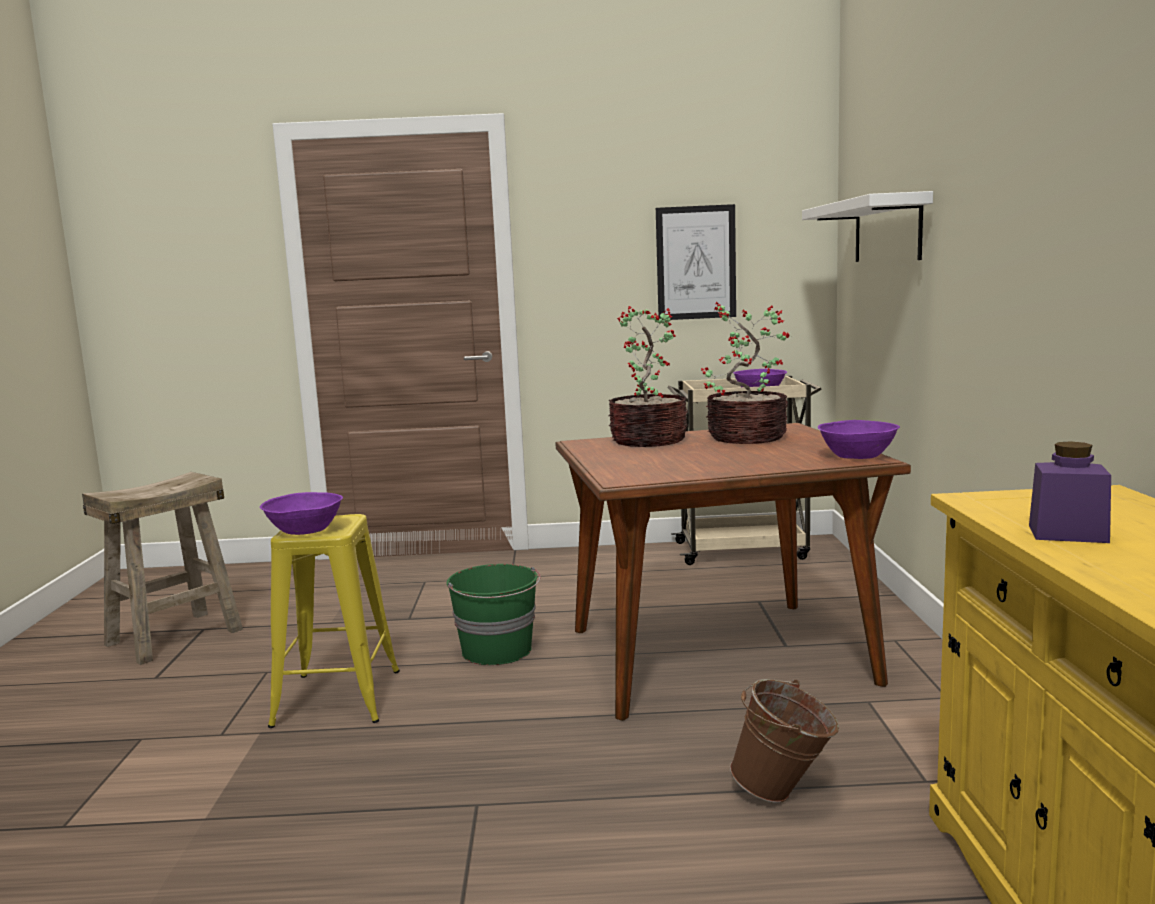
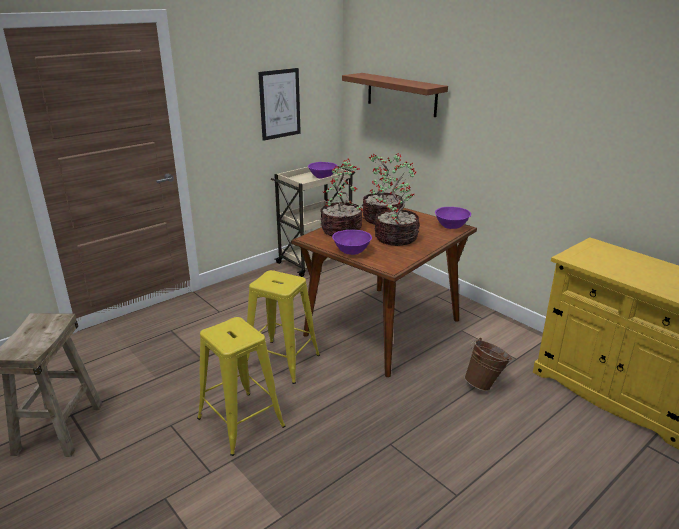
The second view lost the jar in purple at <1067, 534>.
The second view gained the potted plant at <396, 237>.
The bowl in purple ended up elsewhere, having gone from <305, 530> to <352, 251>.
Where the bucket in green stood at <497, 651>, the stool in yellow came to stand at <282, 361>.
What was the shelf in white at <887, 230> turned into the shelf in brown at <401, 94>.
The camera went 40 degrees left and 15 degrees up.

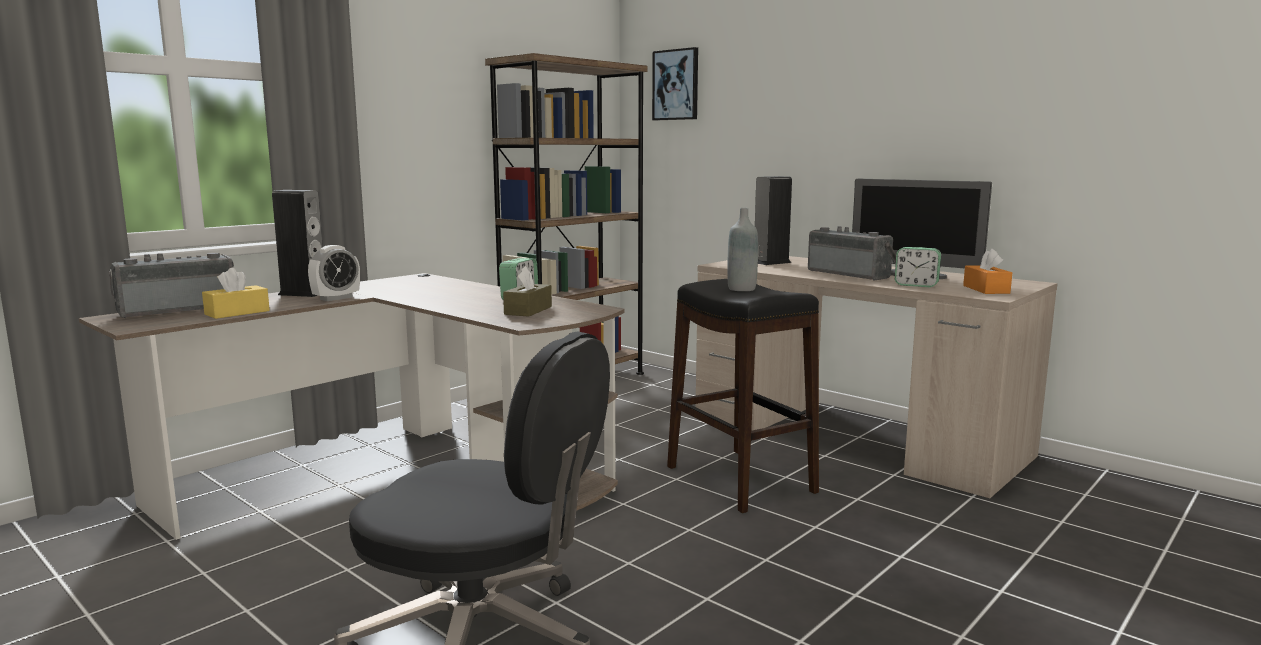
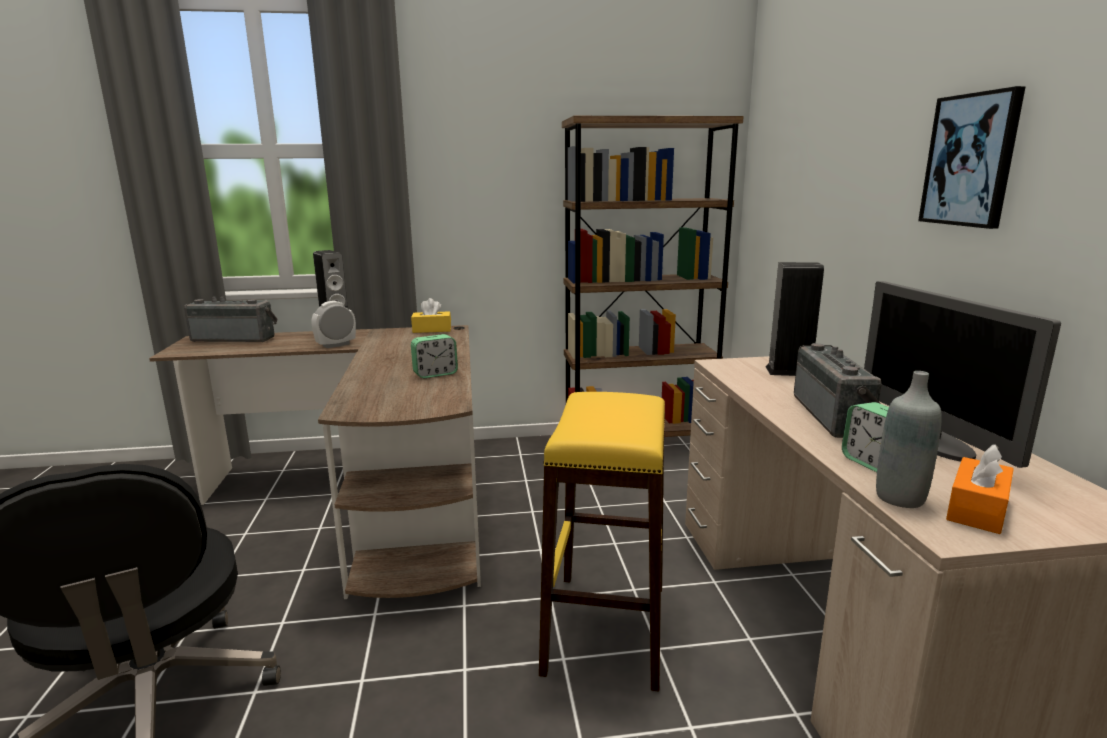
The second view lost the tissue box in brown at <528, 310>.
The tissue box in yellow ended up elsewhere, having gone from <237, 313> to <432, 330>.
The picture ended up elsewhere, having gone from <676, 85> to <971, 160>.
The bottle in grey ended up elsewhere, having gone from <741, 289> to <900, 498>.
What was the stool in black at <739, 479> turned into the stool in yellow at <605, 627>.
The alarm clock at <336, 298> ended up facing another way, 150 degrees clockwise from before.
The camera went 40 degrees right and 5 degrees up.

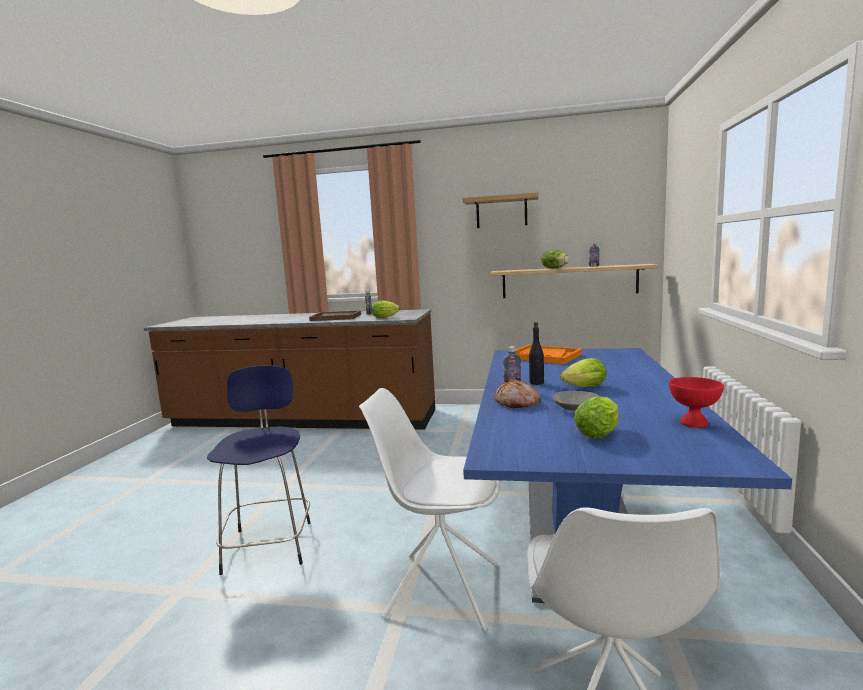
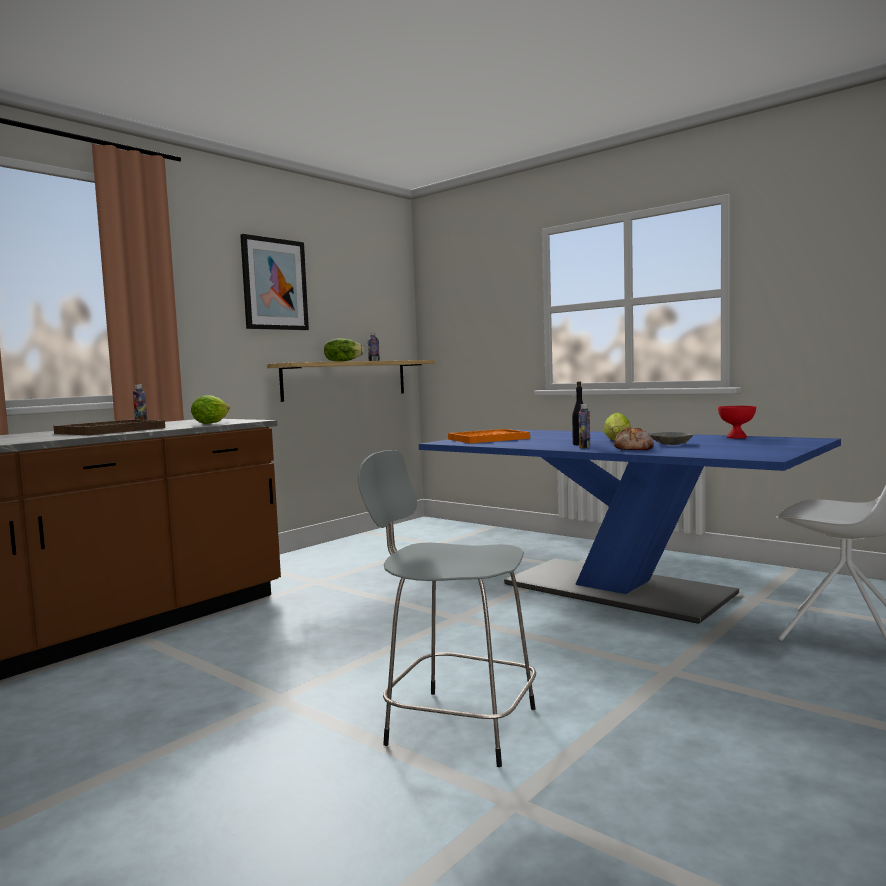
The second view lost the chair in white at <441, 589>.
The second view lost the lettuce at <600, 433>.
Where the shelf hung at <501, 212>, the picture came to hang at <274, 284>.
What was the stool in blue at <269, 544> turned into the stool in grey at <456, 725>.
The camera went 60 degrees left and 5 degrees down.

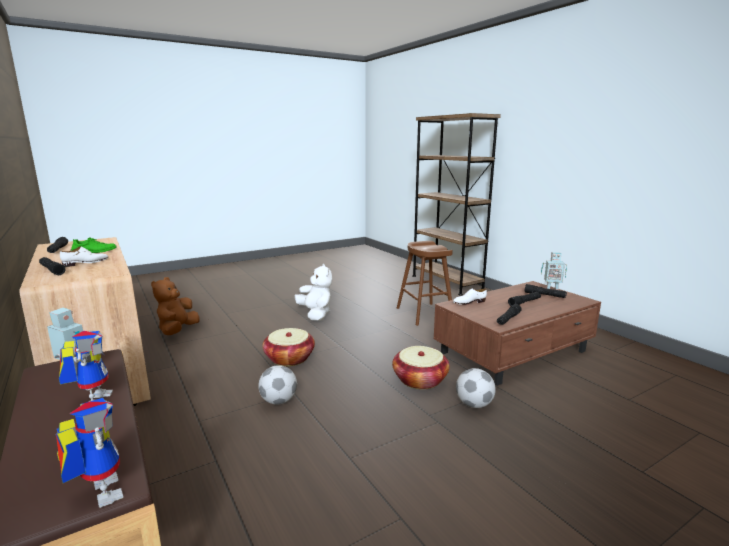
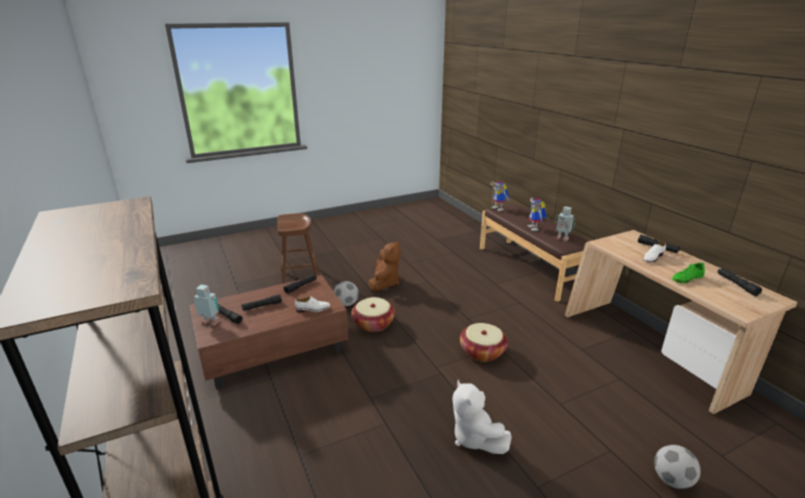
The plush toy in brown ended up elsewhere, having gone from <177, 330> to <384, 283>.
The football ended up elsewhere, having gone from <279, 401> to <671, 480>.
The stool in brown ended up elsewhere, having gone from <424, 314> to <300, 280>.
The camera went 175 degrees left and 10 degrees up.

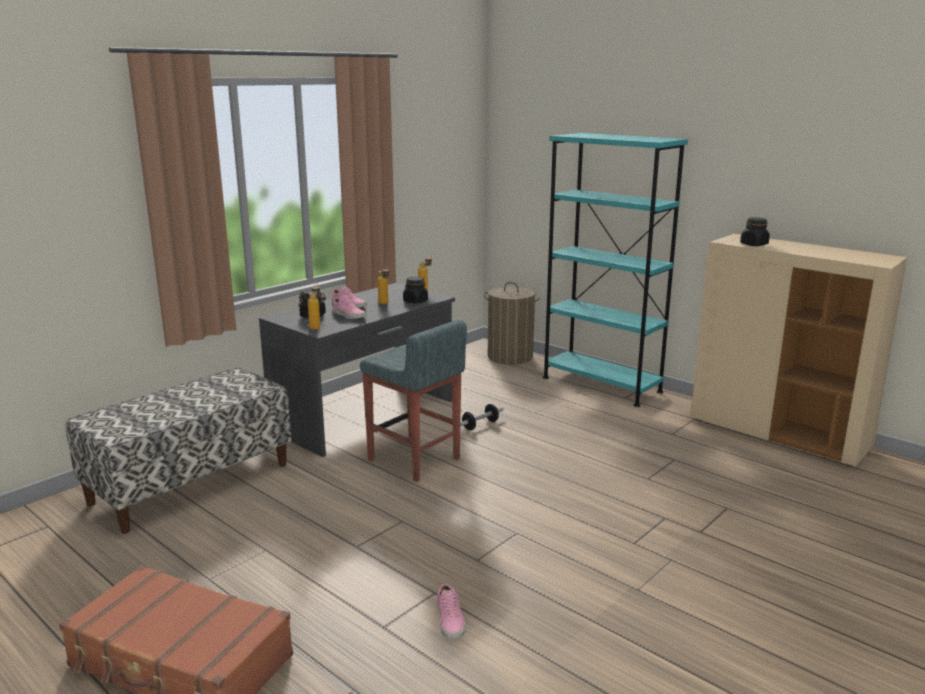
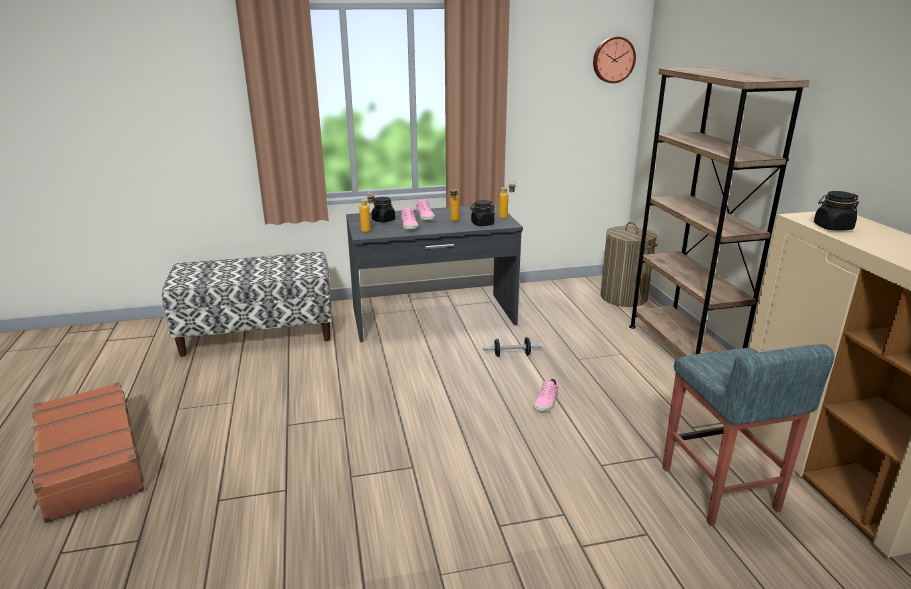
The second view gained the wall clock at <613, 59>.
The stool in grey ended up elsewhere, having gone from <414, 460> to <719, 490>.
The shoe in pink ended up elsewhere, having gone from <451, 620> to <547, 401>.
What was the bookcase in turquoise at <601, 384> turned into the bookcase in brown at <681, 350>.
The camera went 35 degrees right and 5 degrees up.

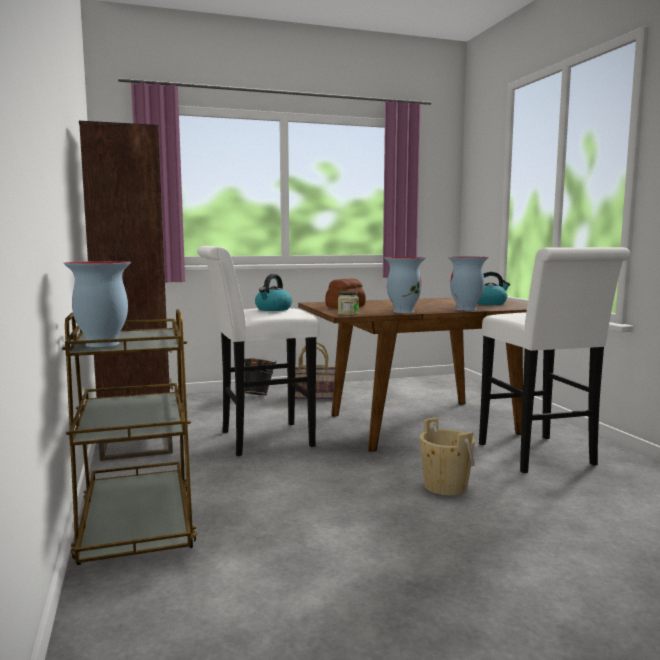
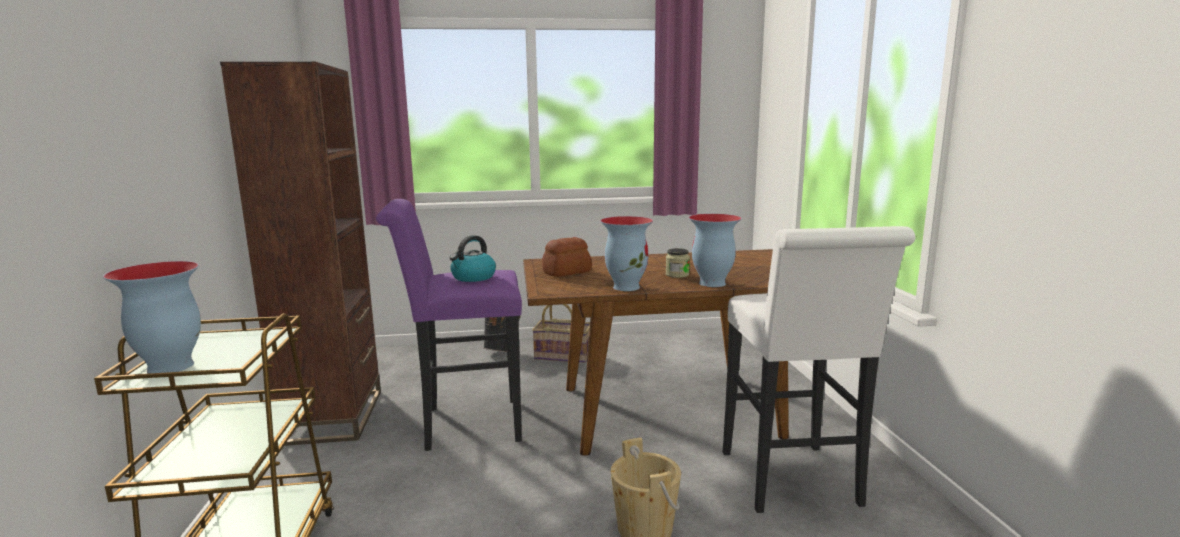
The second view lost the kettle at <490, 303>.
The jar ended up elsewhere, having gone from <348, 314> to <677, 275>.
What was the stool in white at <259, 440> turned into the stool in purple at <464, 425>.
The camera went 10 degrees right and 5 degrees up.

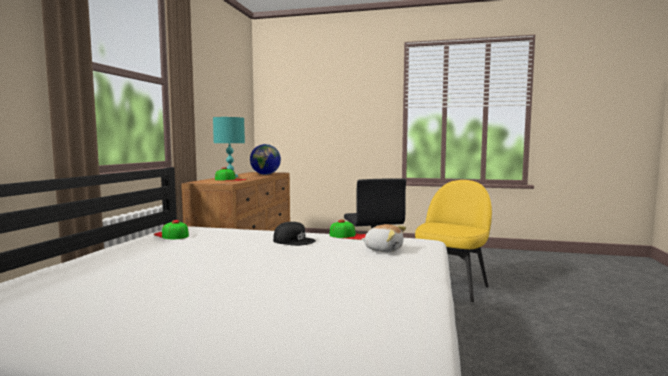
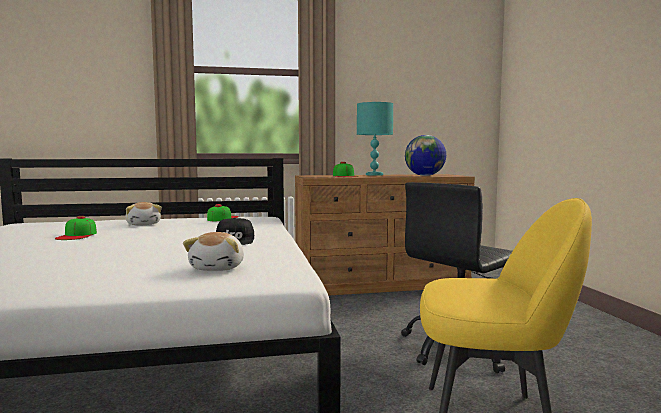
The second view gained the plush toy at <144, 224>.
The cap ended up elsewhere, having gone from <350, 236> to <77, 235>.
The camera went 65 degrees right and 0 degrees up.

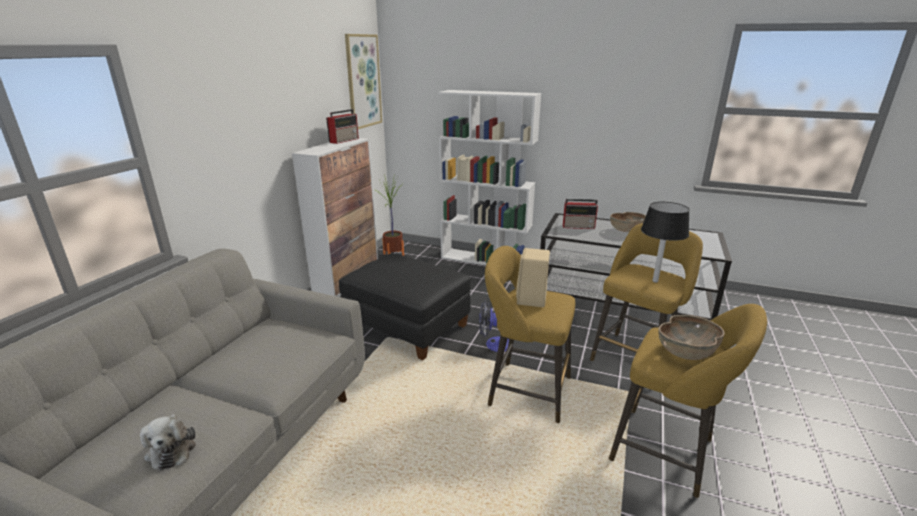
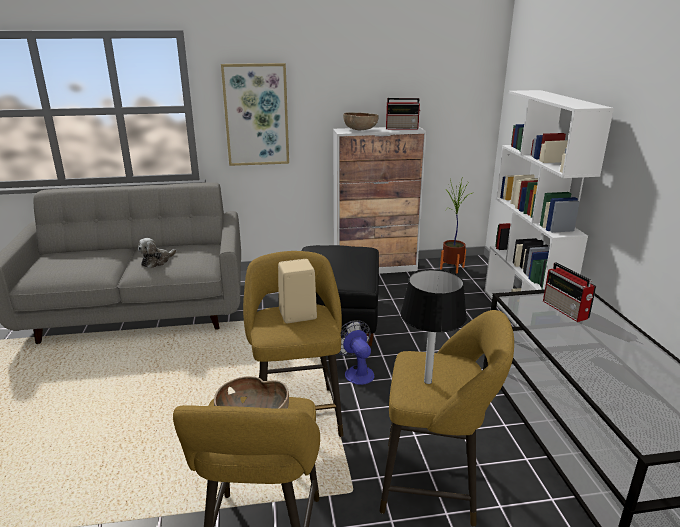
The plush toy ended up elsewhere, having gone from <172, 449> to <157, 261>.
The picture ended up elsewhere, having gone from <363, 81> to <256, 115>.
The bowl in brown ended up elsewhere, having gone from <626, 231> to <360, 130>.
The camera went 60 degrees right and 0 degrees up.

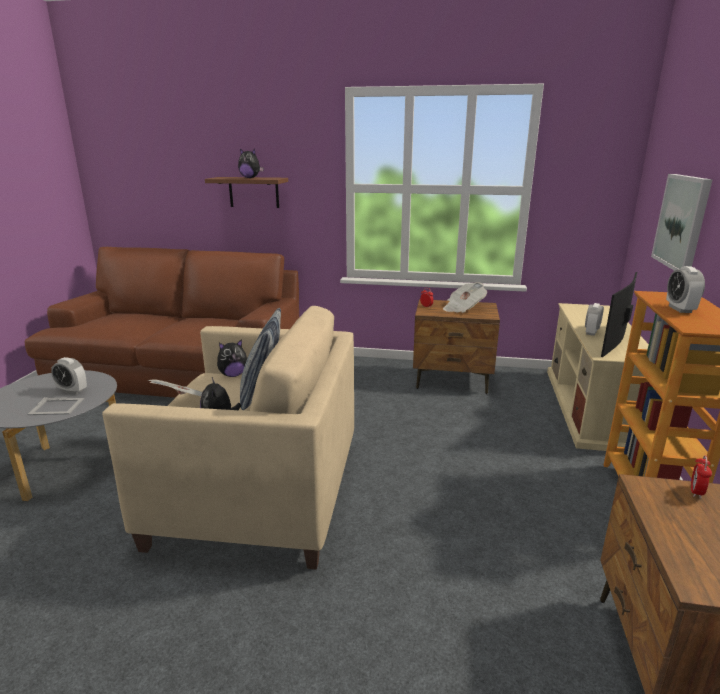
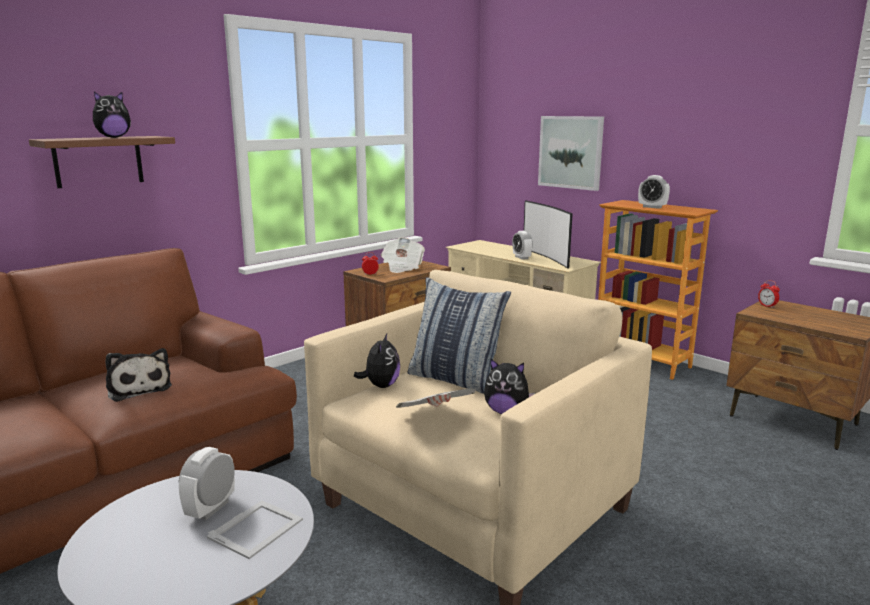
The second view gained the plush toy at <138, 388>.
The alarm clock at <72, 390> ended up facing another way, 150 degrees clockwise from before.
The camera went 55 degrees left and 5 degrees down.

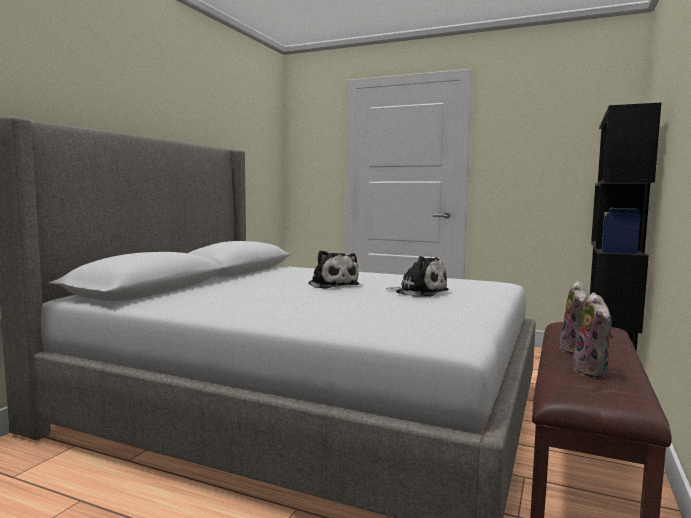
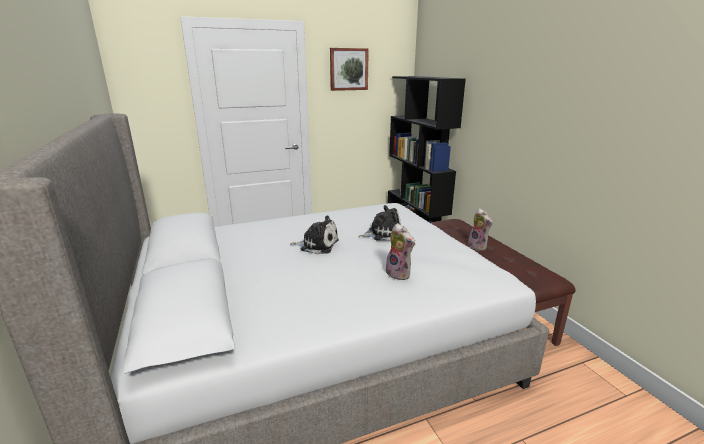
The second view gained the picture at <348, 69>.
The plush toy ended up elsewhere, having gone from <593, 372> to <400, 274>.
The camera went 45 degrees left and 15 degrees up.

